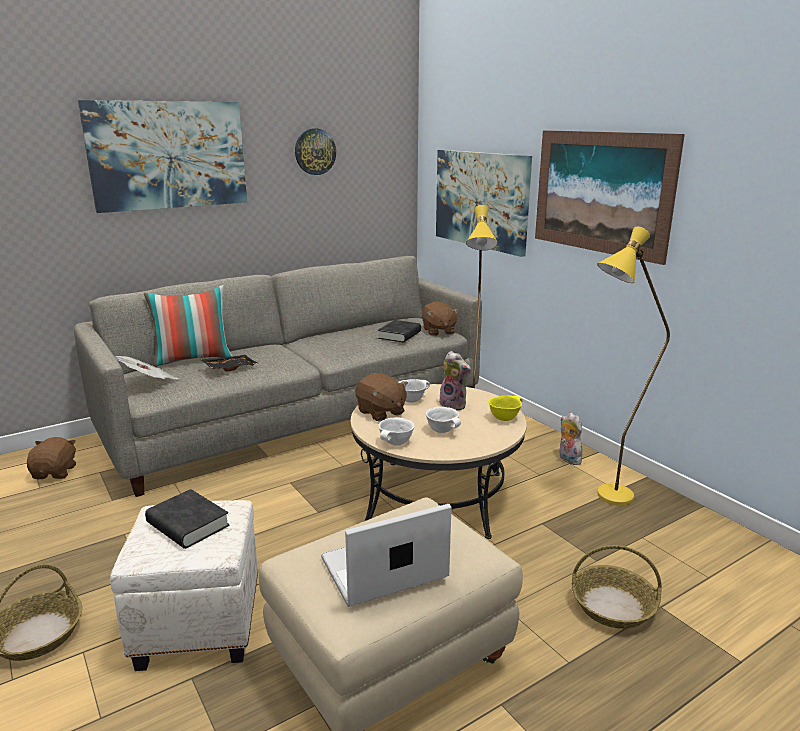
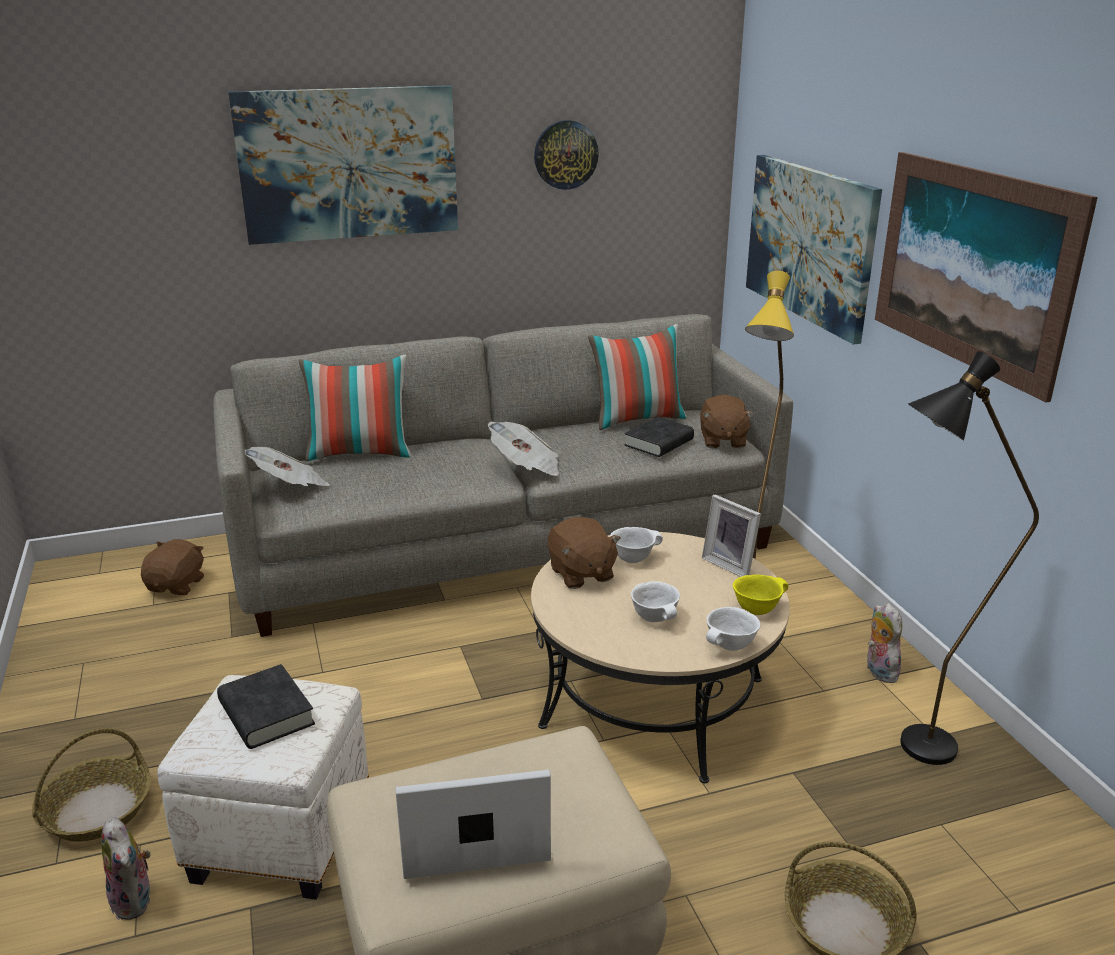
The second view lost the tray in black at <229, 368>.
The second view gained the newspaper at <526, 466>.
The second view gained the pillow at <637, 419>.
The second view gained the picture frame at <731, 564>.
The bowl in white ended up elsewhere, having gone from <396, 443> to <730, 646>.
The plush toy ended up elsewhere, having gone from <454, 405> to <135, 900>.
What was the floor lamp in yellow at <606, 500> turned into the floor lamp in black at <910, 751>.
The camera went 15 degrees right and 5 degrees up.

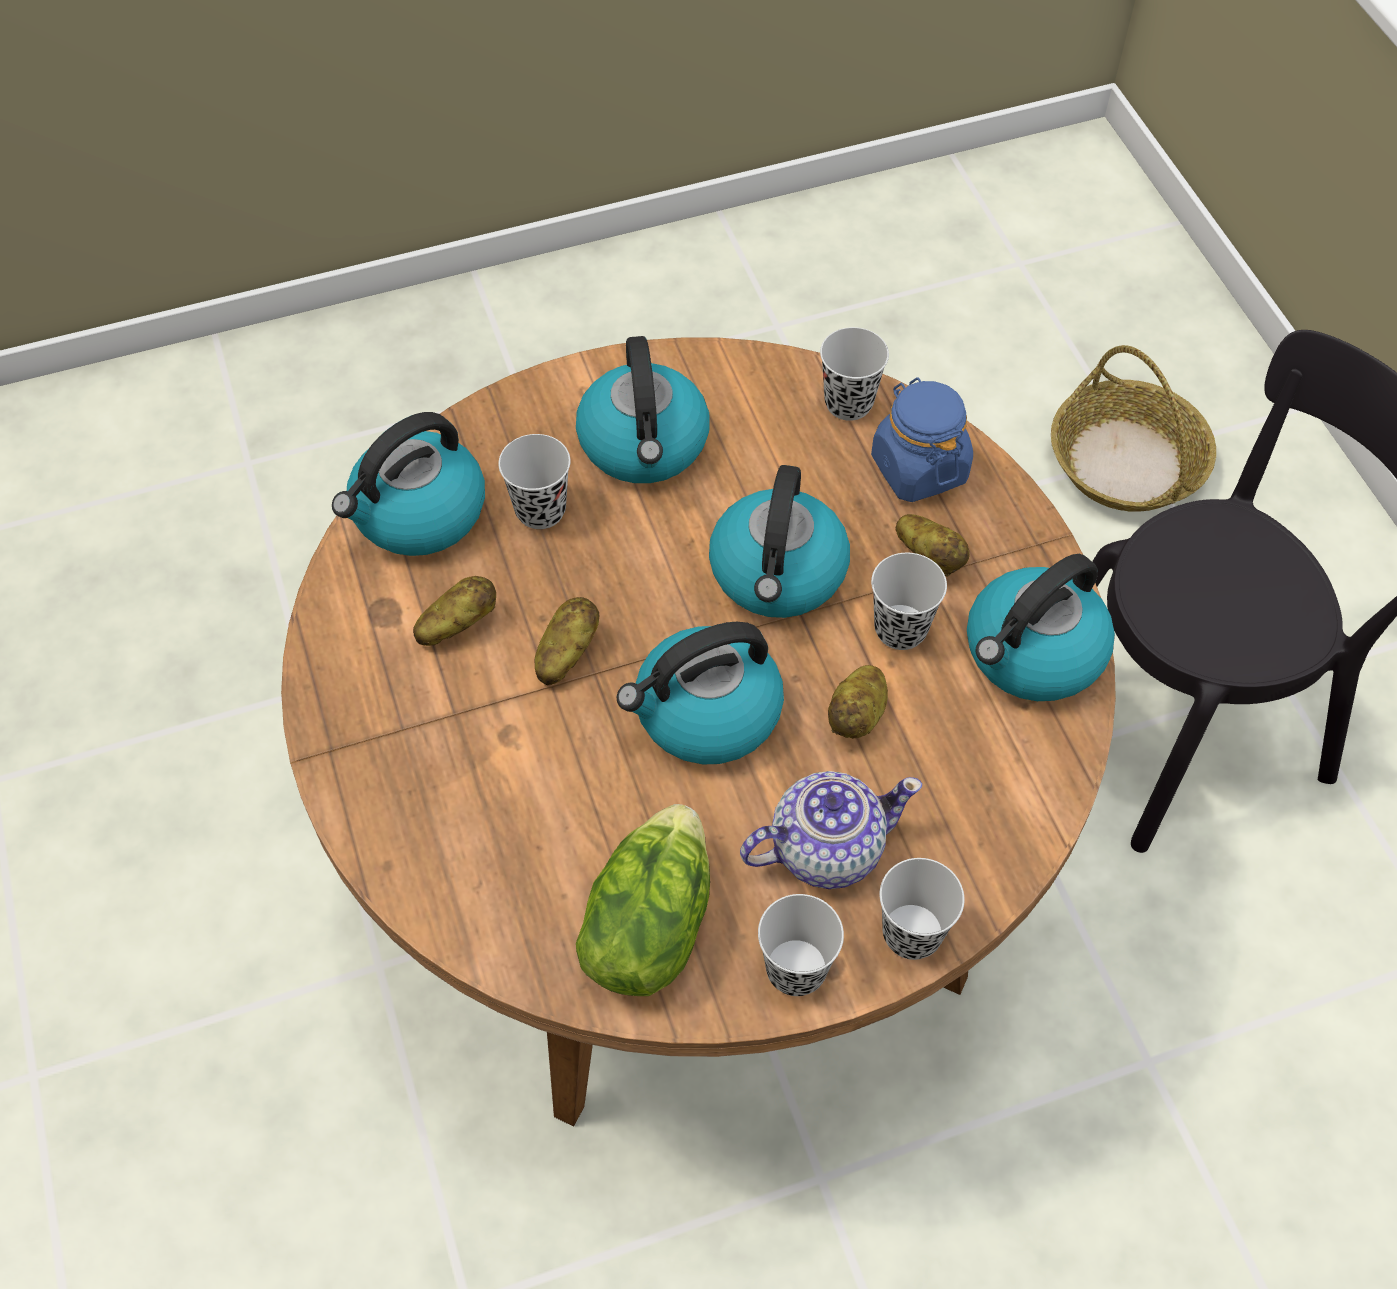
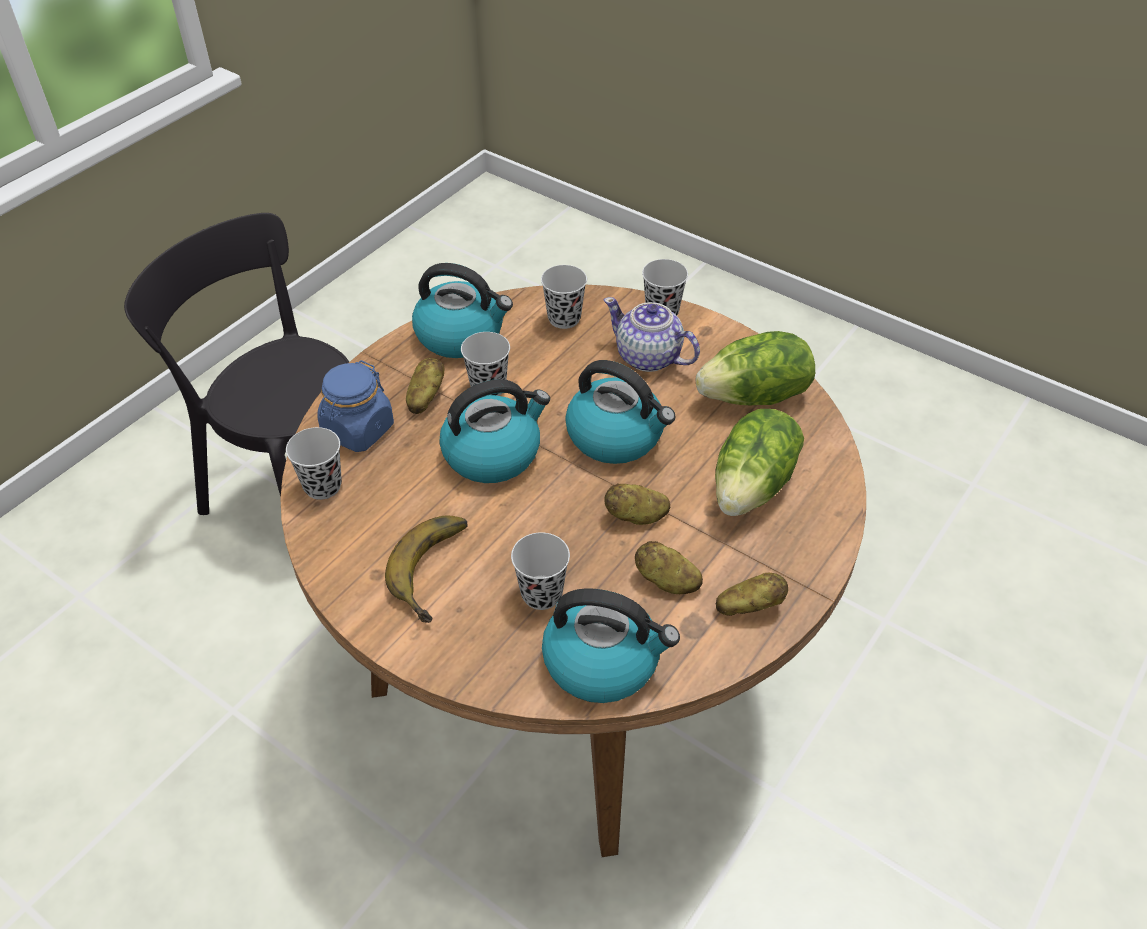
The second view lost the basket at <1127, 463>.
The second view gained the lettuce at <754, 486>.
The cup in black ended up elsewhere, having gone from <796, 969> to <564, 318>.
The potato ended up elsewhere, having gone from <858, 715> to <749, 606>.
Where the kettle stood at <644, 445>, the banana came to stand at <440, 570>.
The camera went 125 degrees left and 10 degrees down.

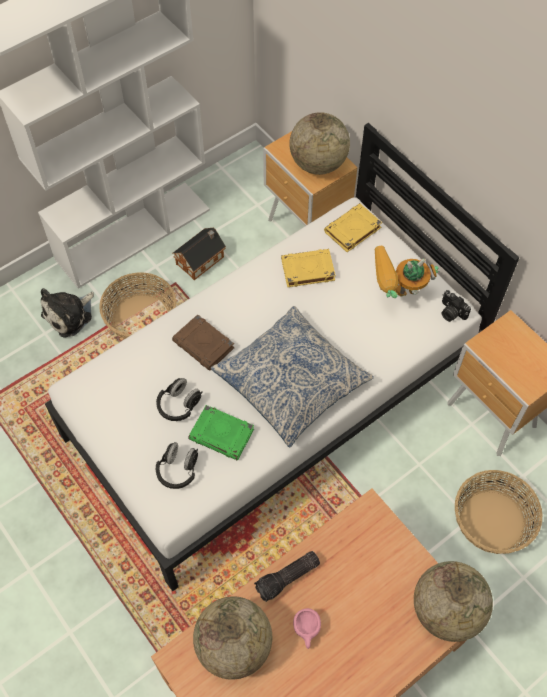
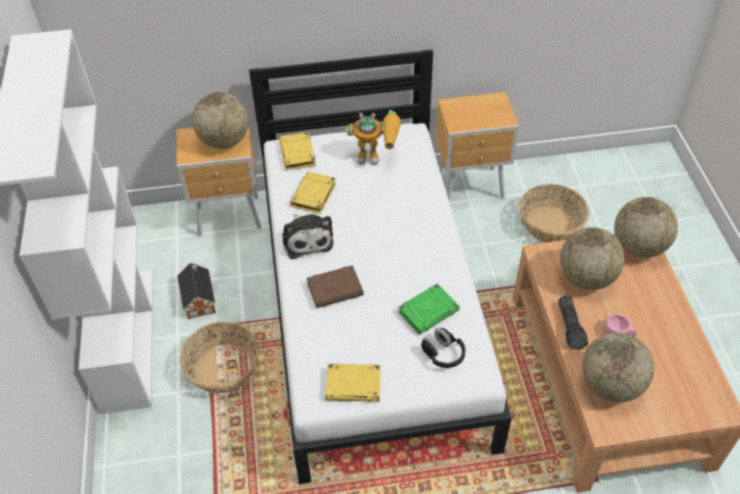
The second view lost the headphones in black at <179, 405>.
The second view lost the pillow at <291, 381>.
The second view lost the photo camera at <451, 312>.
The second view gained the book in yellow at <354, 385>.
The second view gained the globe at <586, 277>.
The plush toy ended up elsewhere, having gone from <70, 315> to <307, 239>.
The toy robot at <396, 297> ended up facing another way, 105 degrees counterclockwise from before.
The camera went 60 degrees left and 10 degrees down.

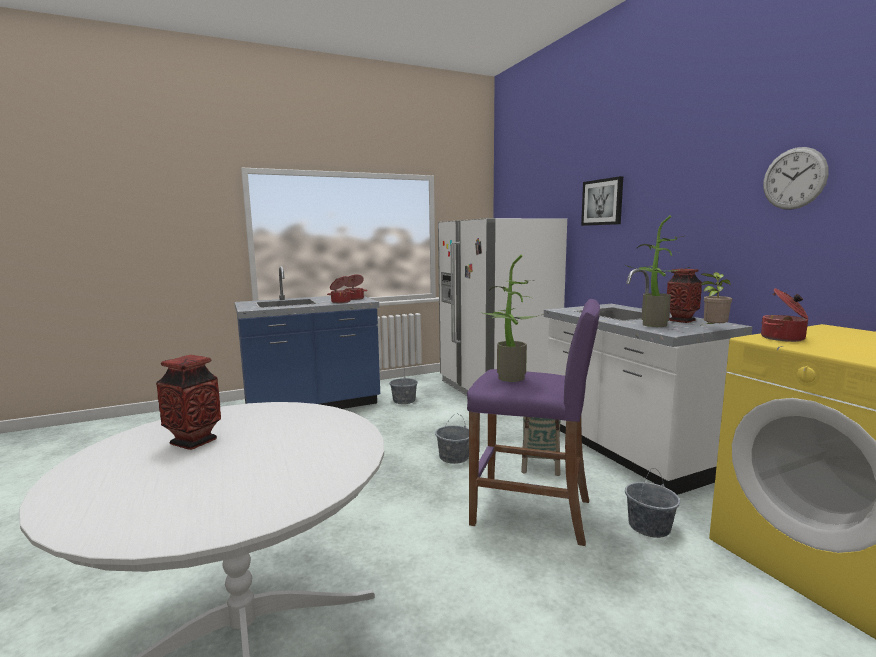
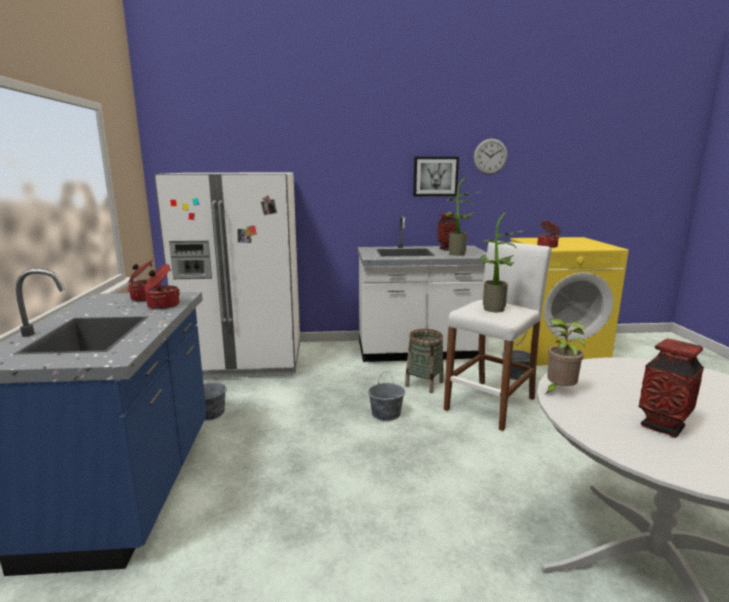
The picture ended up elsewhere, having gone from <602, 202> to <435, 176>.
The potted plant ended up elsewhere, having gone from <713, 329> to <558, 391>.
What was the stool in purple at <532, 512> turned into the stool in white at <491, 404>.
The camera went 70 degrees left and 5 degrees up.

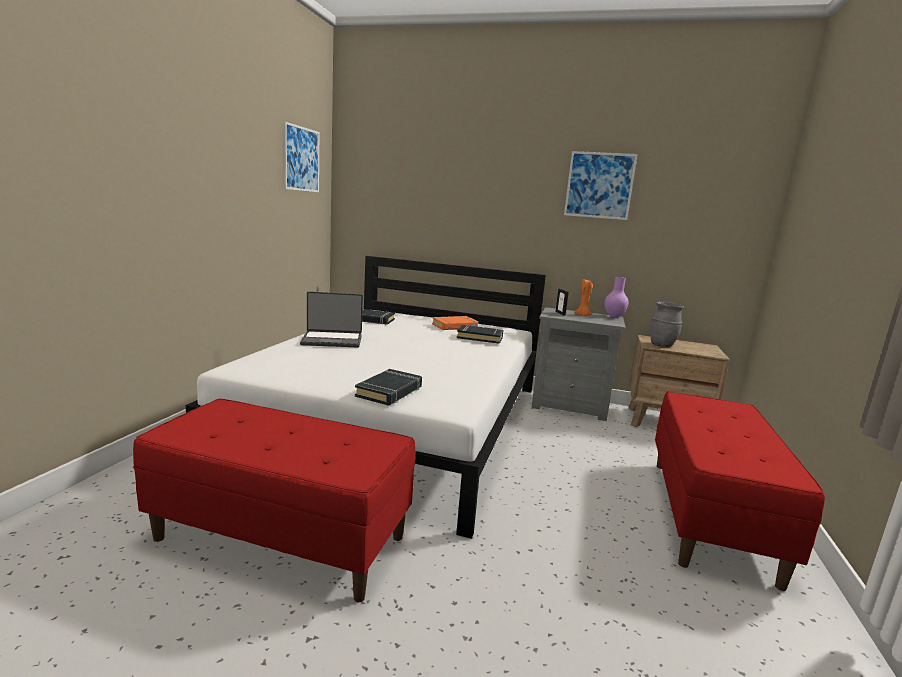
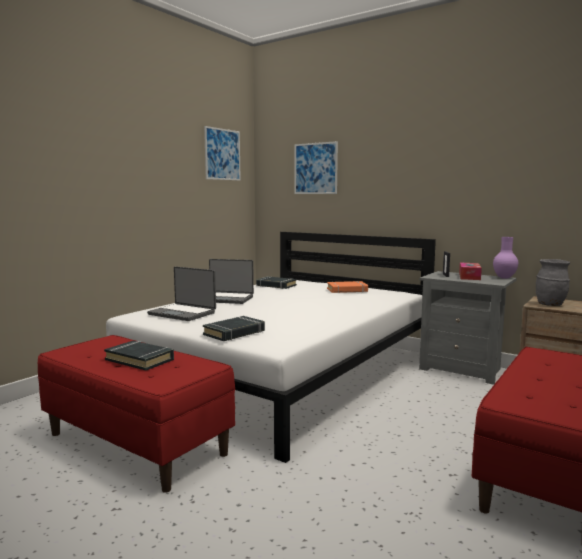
The second view gained the laptop at <183, 313>.
The book in black ended up elsewhere, having gone from <480, 337> to <140, 359>.
The picture ended up elsewhere, having gone from <599, 185> to <315, 168>.
Where the candle in orange stood at <583, 315>, the tissue box came to stand at <469, 276>.
The camera went 20 degrees right and 5 degrees down.

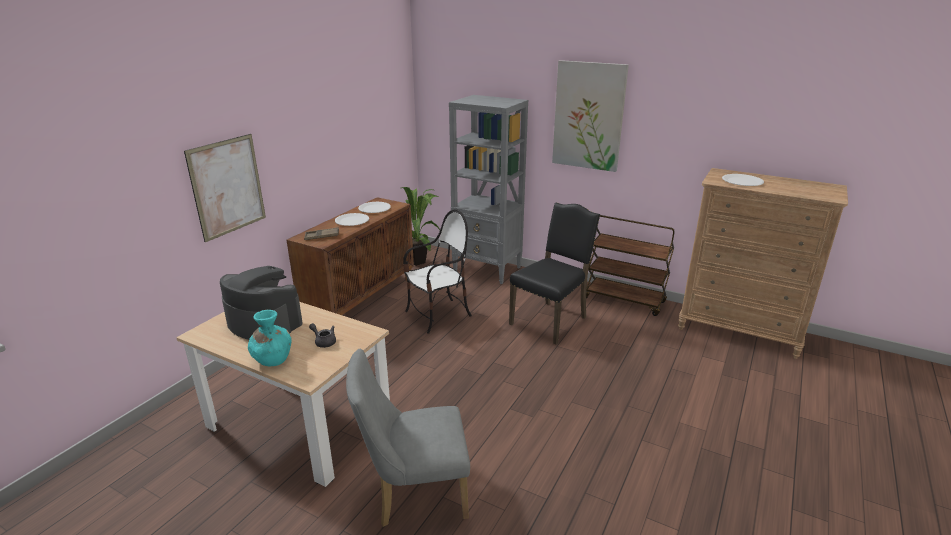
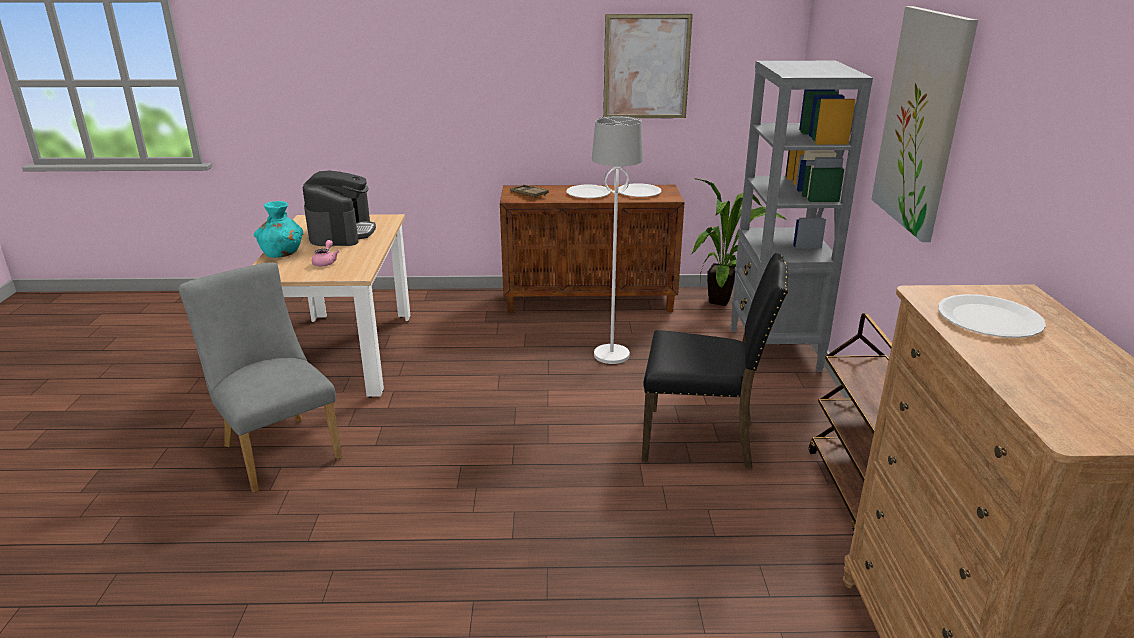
The picture ended up elsewhere, having gone from <227, 187> to <646, 67>.
Where the chair stood at <438, 315>, the floor lamp in white came to stand at <611, 355>.
What was the teapot in grey at <324, 341> turned into the teapot in pink at <326, 262>.
The camera went 60 degrees right and 0 degrees up.

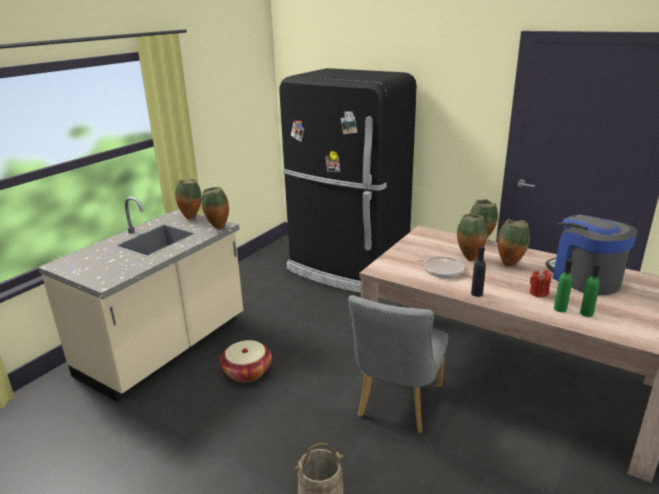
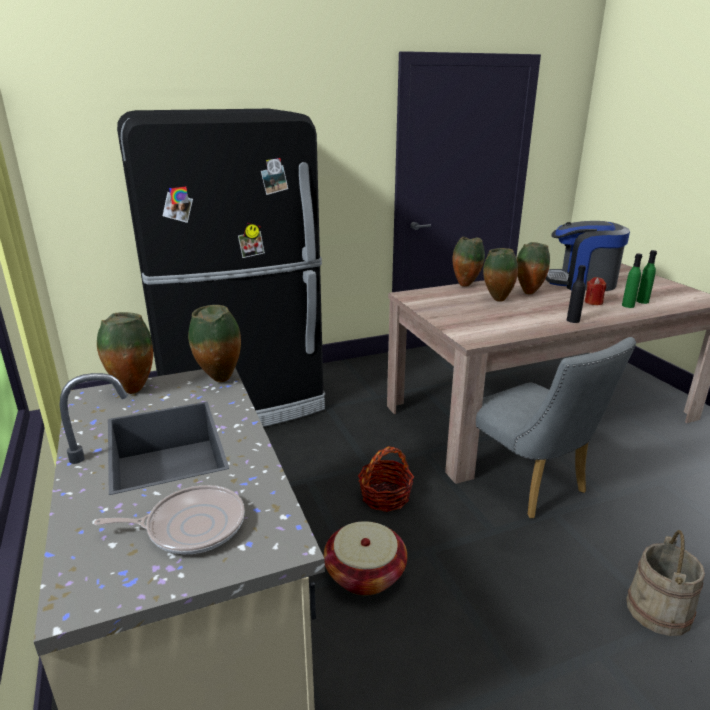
The second view gained the basket at <385, 496>.
The frying pan ended up elsewhere, having gone from <441, 269> to <191, 526>.
The camera went 55 degrees left and 0 degrees up.

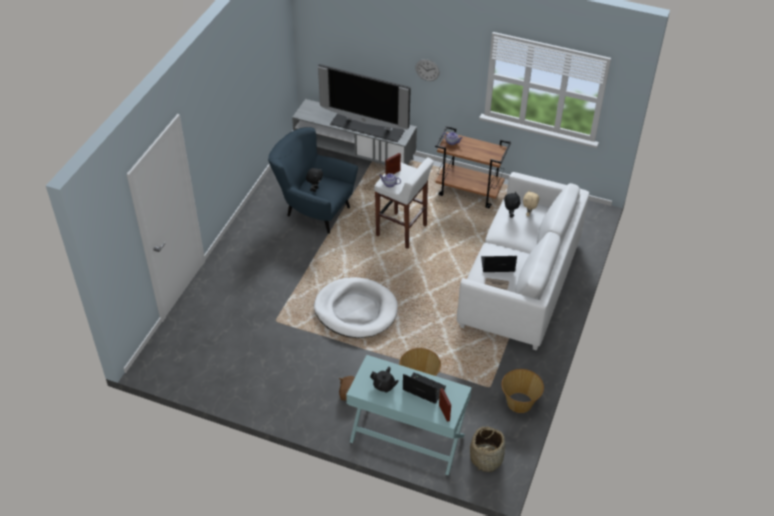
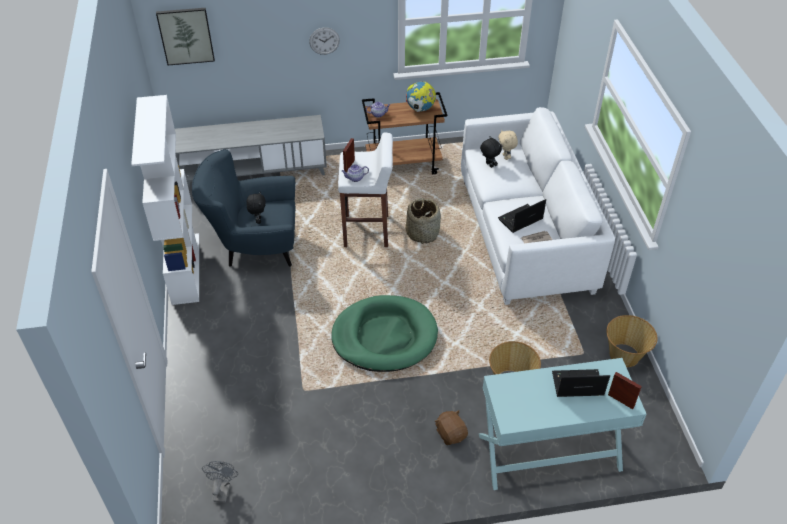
The second view lost the television at <368, 126>.
The second view lost the teapot in black at <384, 386>.
The second view gained the bookcase in white at <185, 268>.
The second view gained the picture at <186, 36>.
The second view gained the fan in grey at <222, 489>.
The second view gained the globe at <420, 109>.
The basket ended up elsewhere, having gone from <486, 458> to <422, 233>.
What was the dog bed in white at <356, 310> turned into the dog bed in green at <384, 336>.
The camera went 30 degrees left and 0 degrees up.

